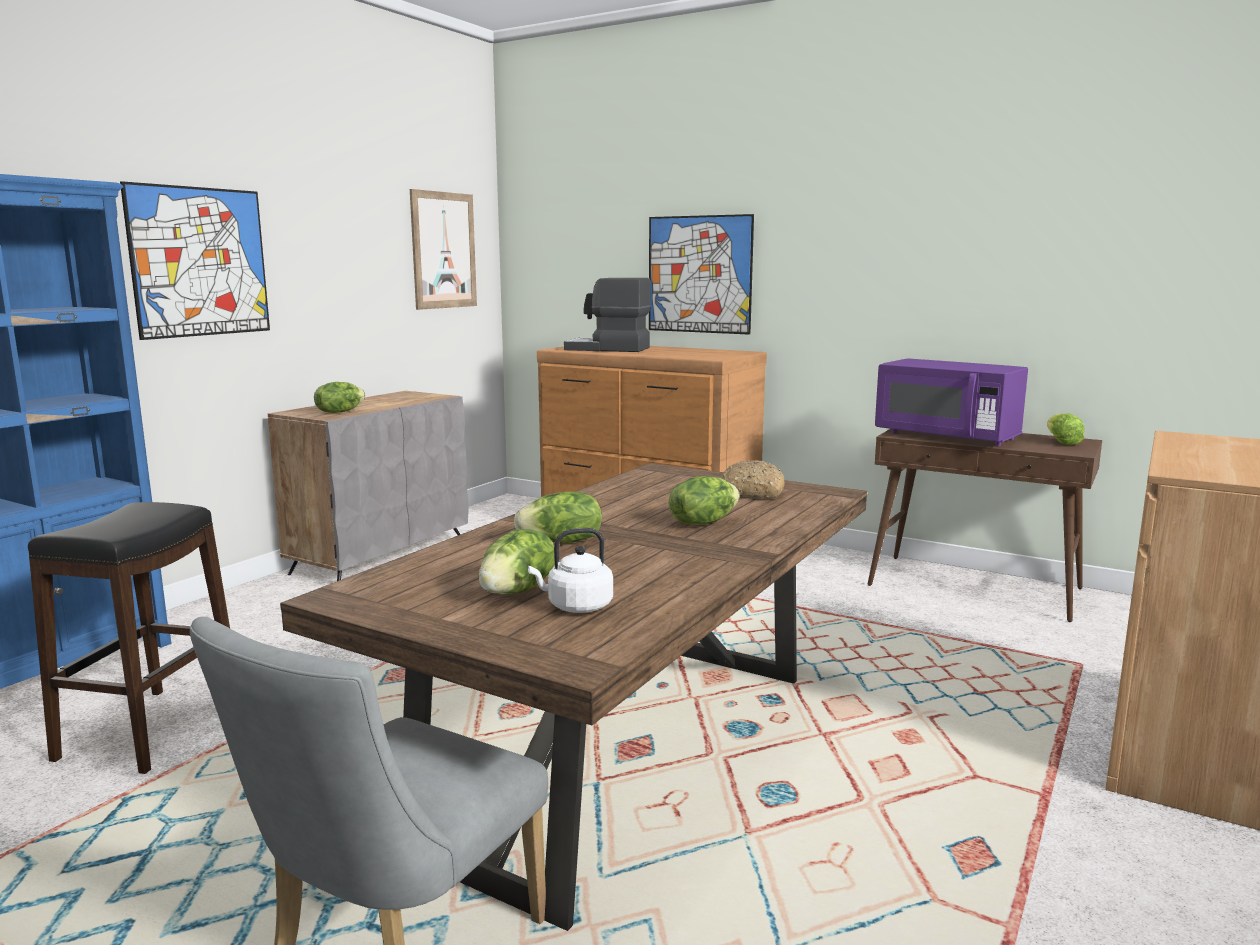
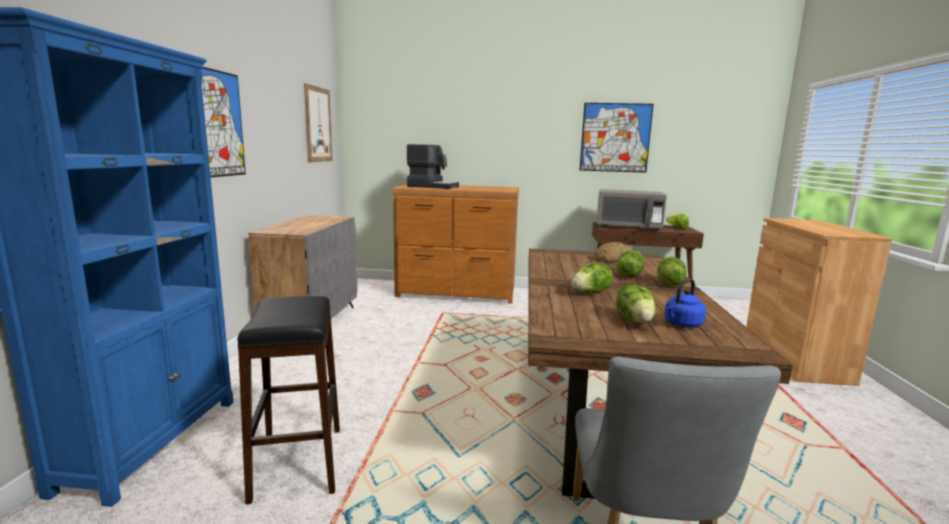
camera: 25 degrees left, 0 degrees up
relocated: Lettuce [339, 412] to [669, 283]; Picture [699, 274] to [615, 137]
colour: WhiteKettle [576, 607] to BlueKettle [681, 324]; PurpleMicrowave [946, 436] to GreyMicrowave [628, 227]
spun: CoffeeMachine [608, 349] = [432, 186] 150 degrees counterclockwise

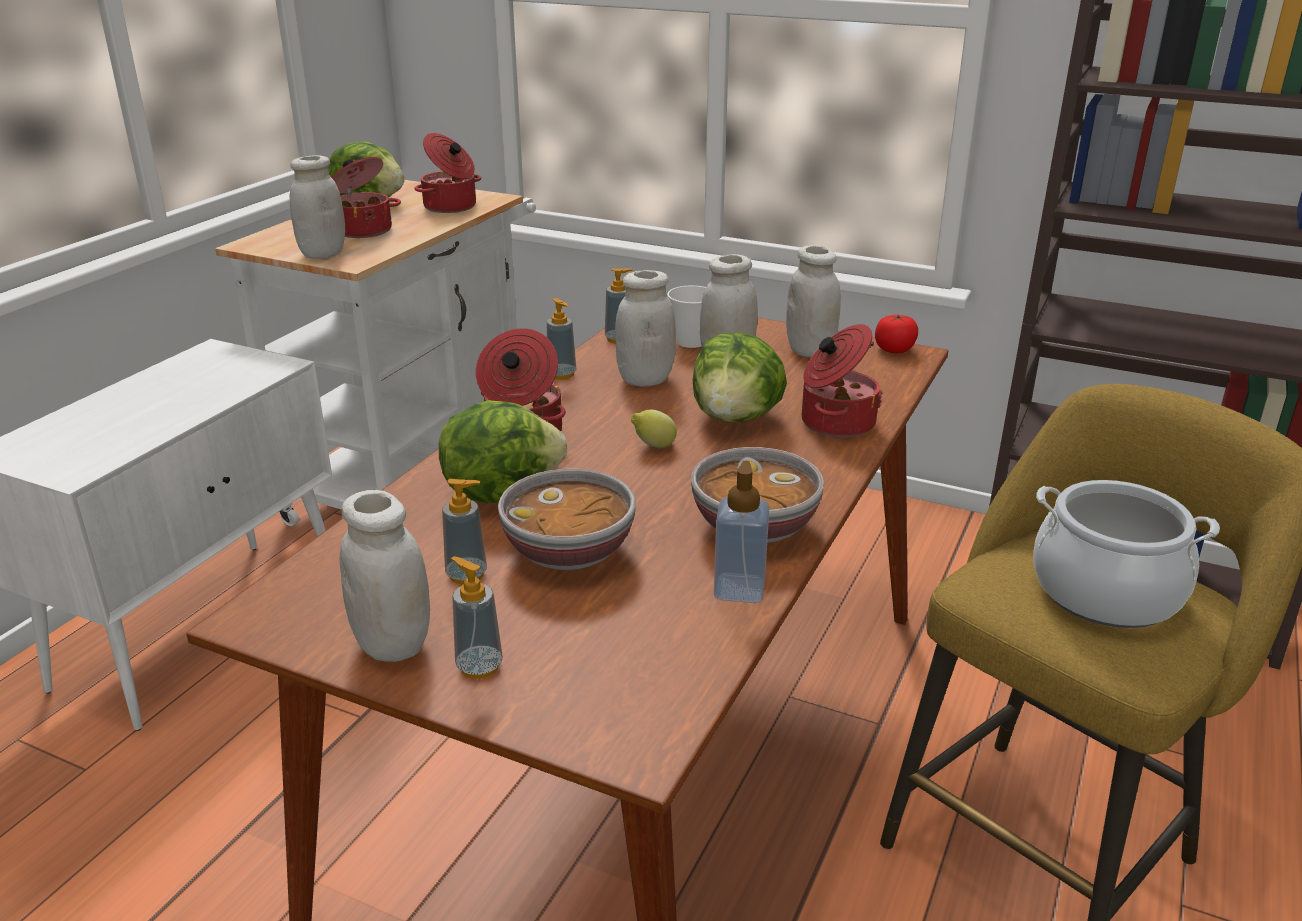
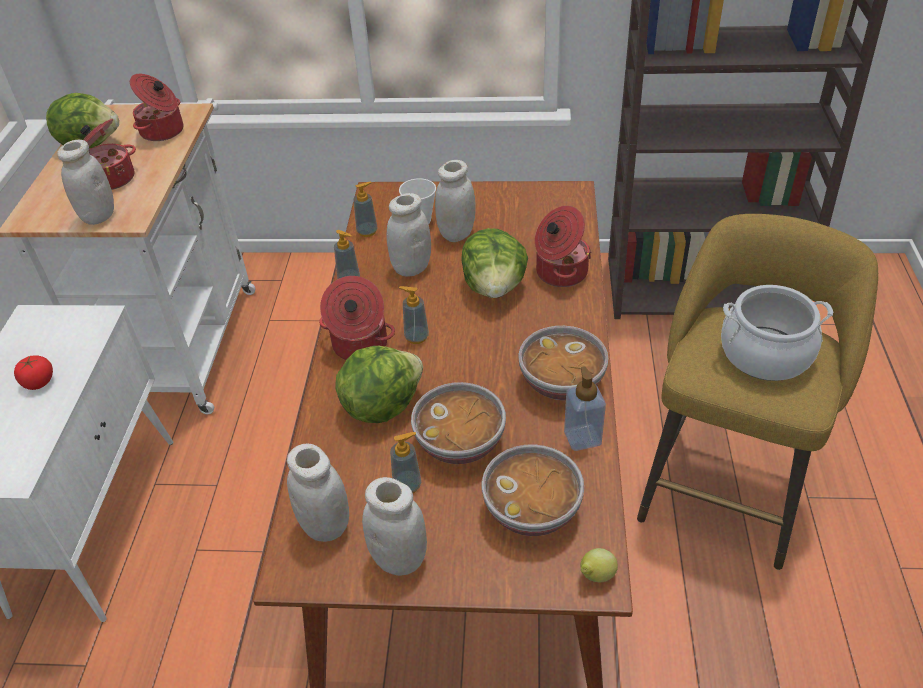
camera: 20 degrees left, 15 degrees up
appeared: Bowl [533, 509]
relocated: SoapDispenser [479, 666] to [416, 337]; Lemon [653, 446] to [596, 576]; WhiteJar [810, 351] to [325, 525]; Tomato [894, 350] to [39, 382]

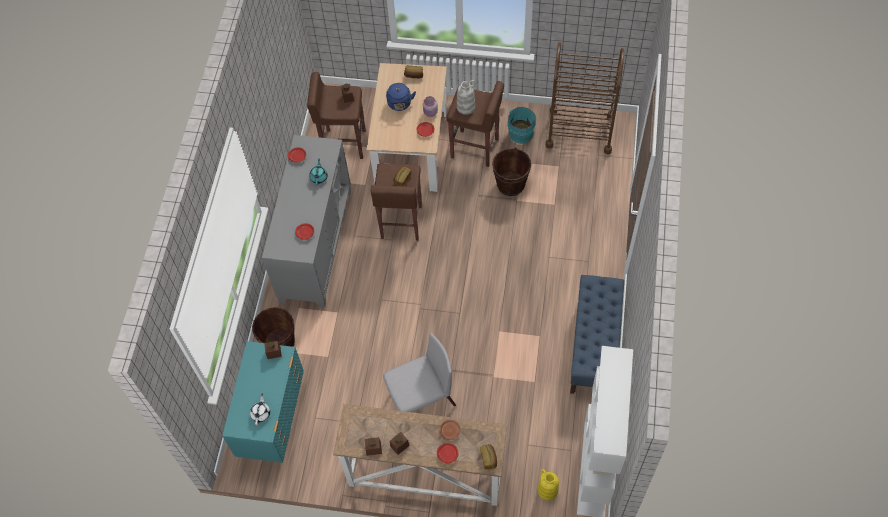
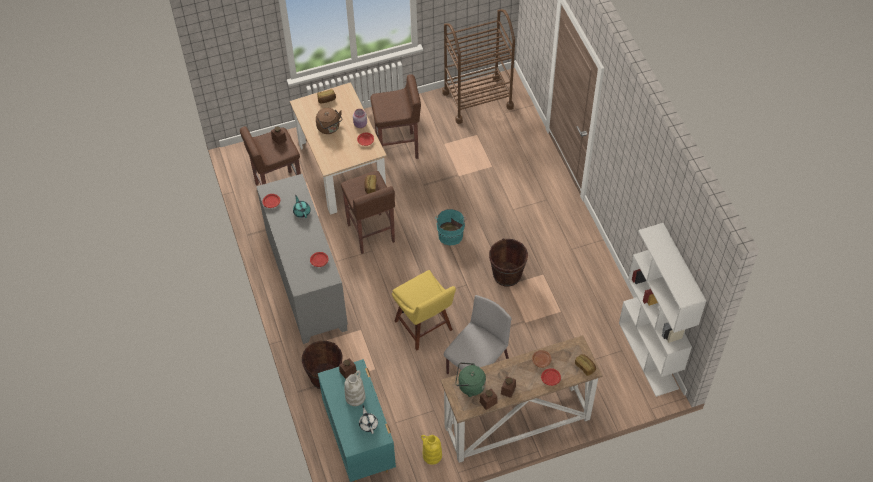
camera: 30 degrees left, 5 degrees down
missing: BlueBench [594, 347]
appeared: YellowChair [425, 327]; GreenKettle [469, 386]
relocated: WhiteVase [466, 107] to [355, 397]; BrownBucket [511, 184] to [507, 274]; TurquoiseBucket [521, 132] to [450, 234]; YellowVase [547, 490] to [431, 456]
colour: BlueKettle [400, 104] to BrownKettle [329, 128]

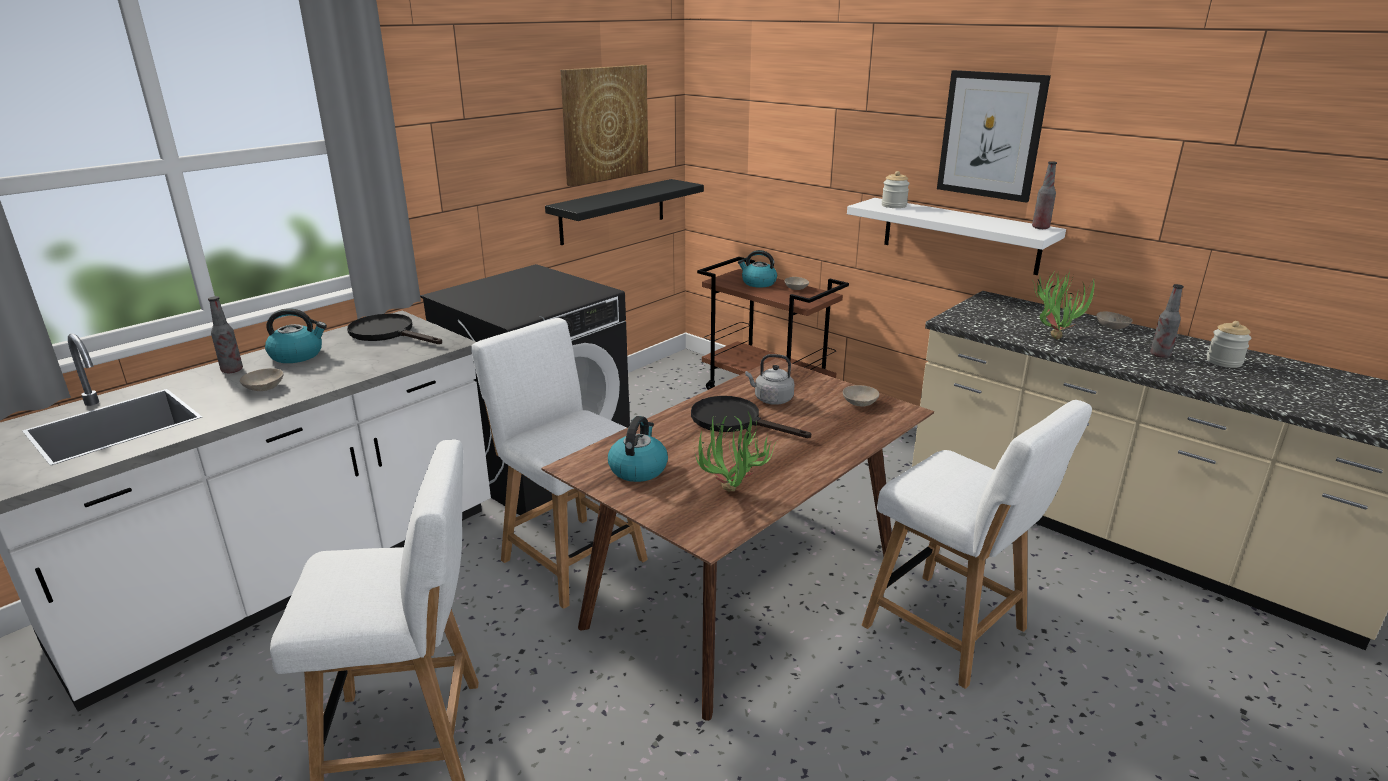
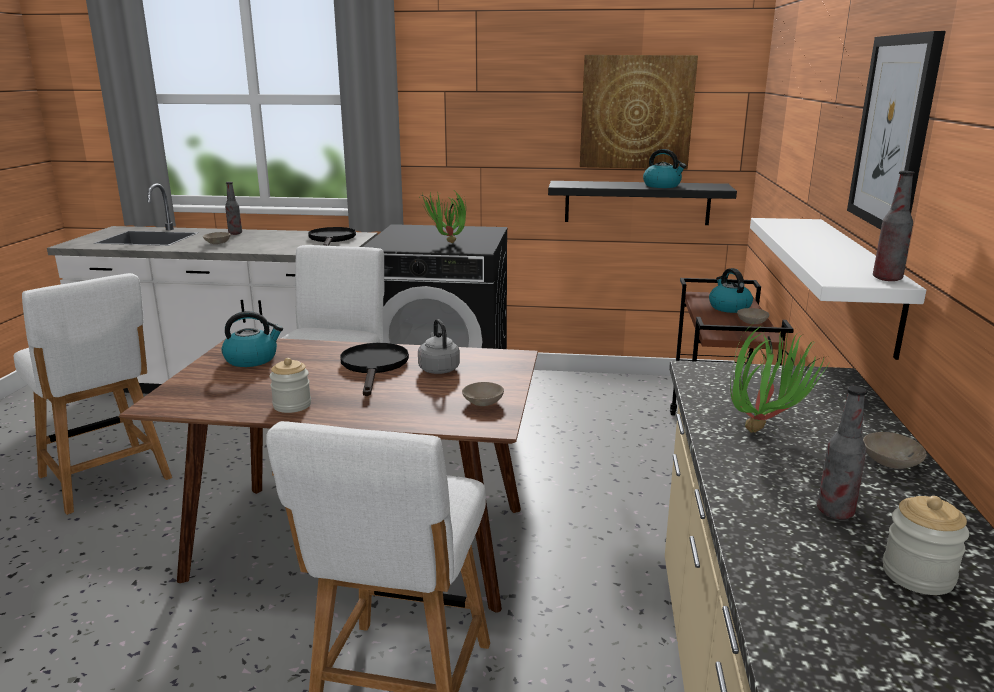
camera: 55 degrees right, 5 degrees down
relocated: Kettle [297, 355] to [662, 186]; PottedPlant [732, 496] to [447, 244]; Jar [894, 205] to [292, 405]

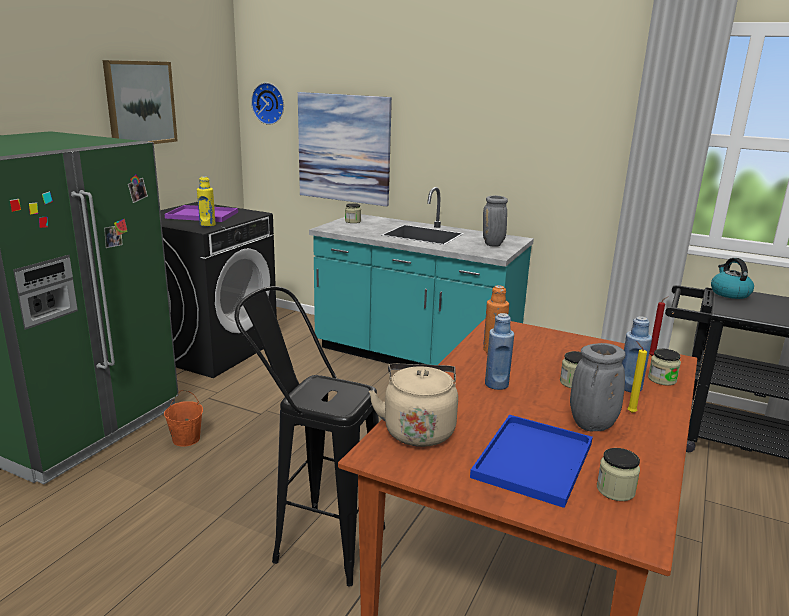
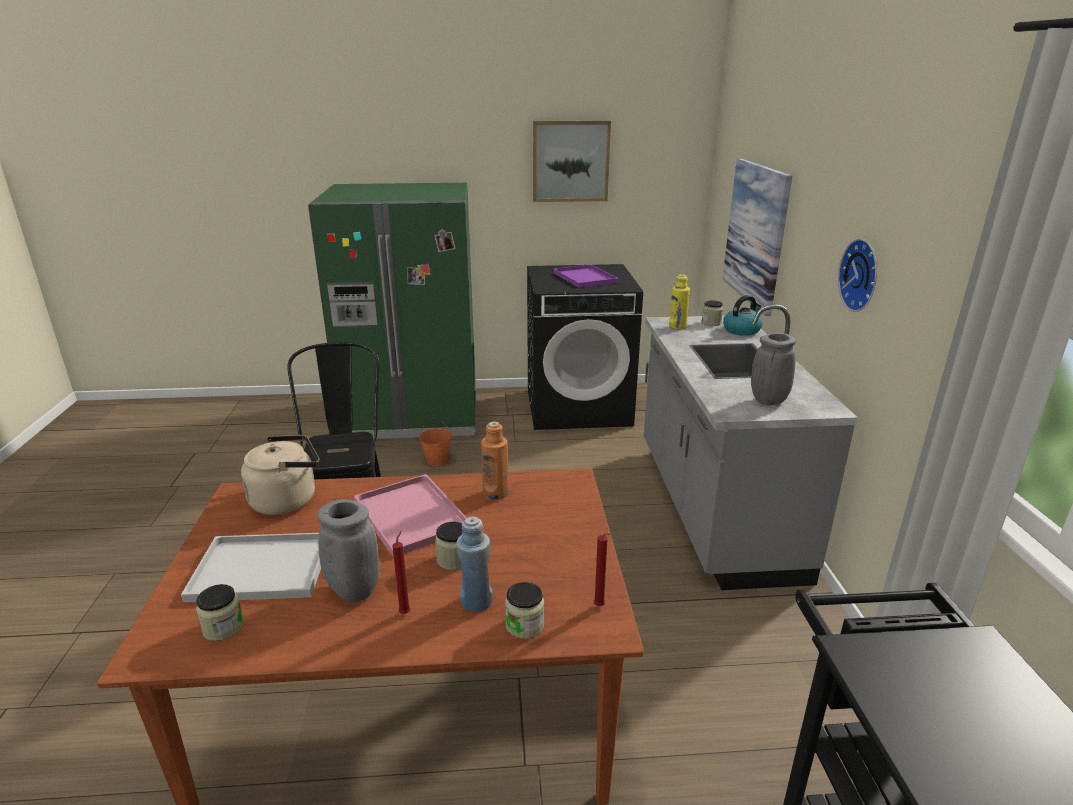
camera: 60 degrees right, 5 degrees up
relocated: YellowBottle [207, 225] to [677, 327]; WallClock [269, 103] to [862, 275]; Kettle [729, 293] to [742, 330]
exchanged: BlueBottle [496, 384] to PinkTray [409, 514]
colour: TurquoiseCounter [415, 358] to GreyCounter [713, 508]; BlueTray [534, 462] to WhiteTray [258, 569]; YellowCandle [630, 412] to RedCandle [406, 612]

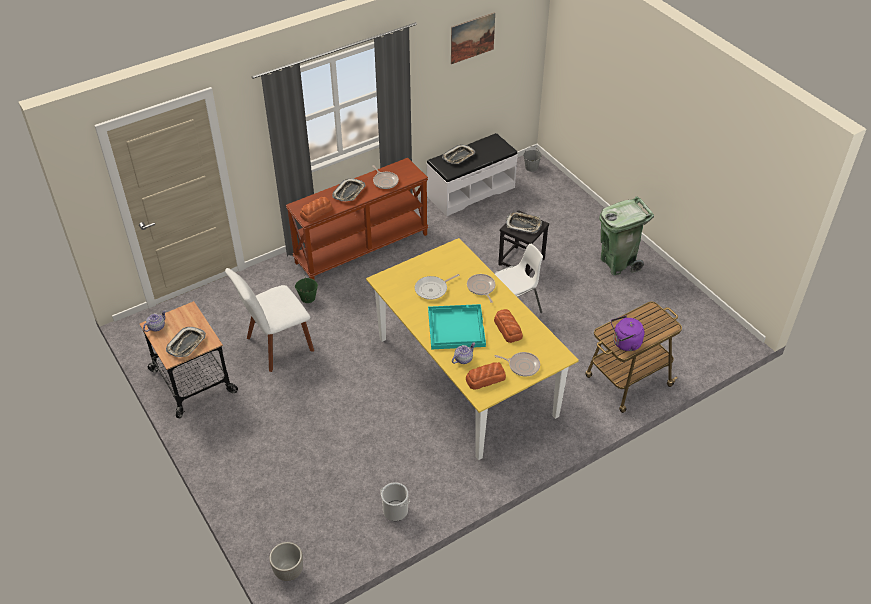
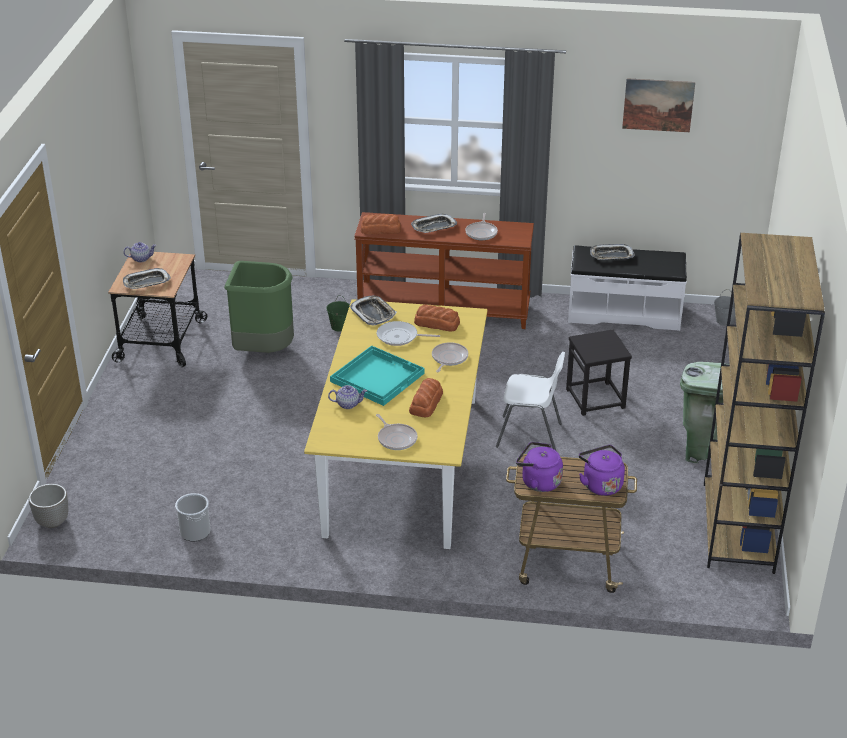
camera: 40 degrees right, 10 degrees down
appeared: PurpleKettle [600, 484]; BrownBookcase [738, 528]
relocated: Bread [485, 378] to [436, 323]; Tray [523, 224] to [373, 313]
exchanged: WhiteChair [276, 346] to GreenTrashCan [263, 350]

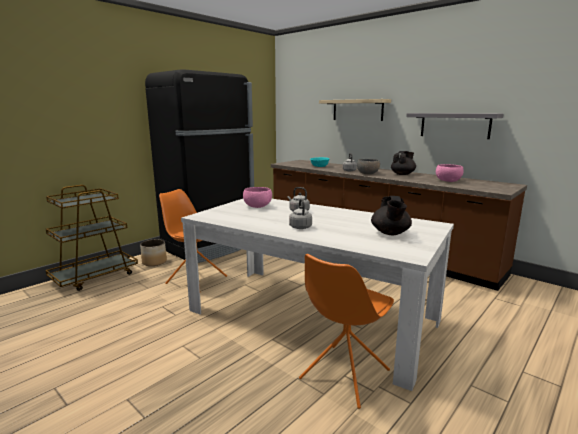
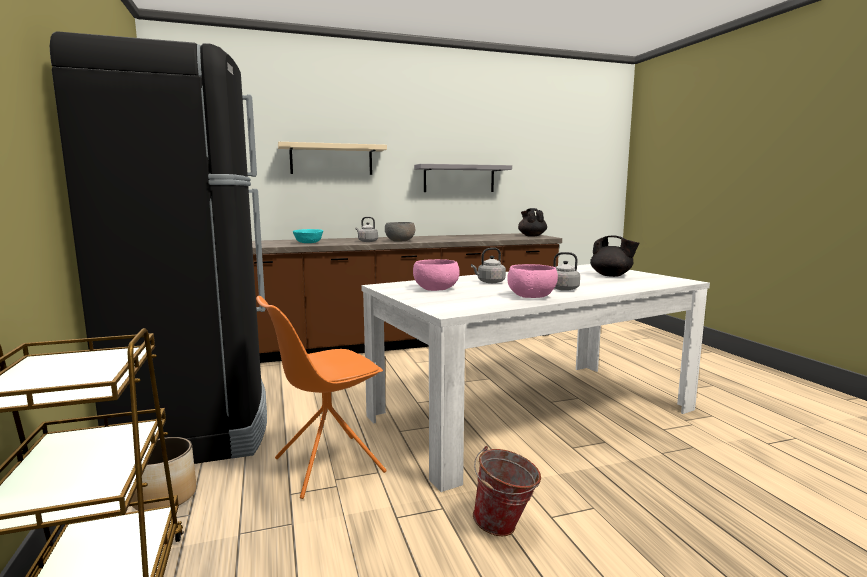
camera: 60 degrees left, 5 degrees down
missing: OrangeChair [343, 375]
appeared: Bucket [505, 527]
relocated: BlackTeapot [403, 174] to [531, 236]; PinkBowl [448, 181] to [531, 296]

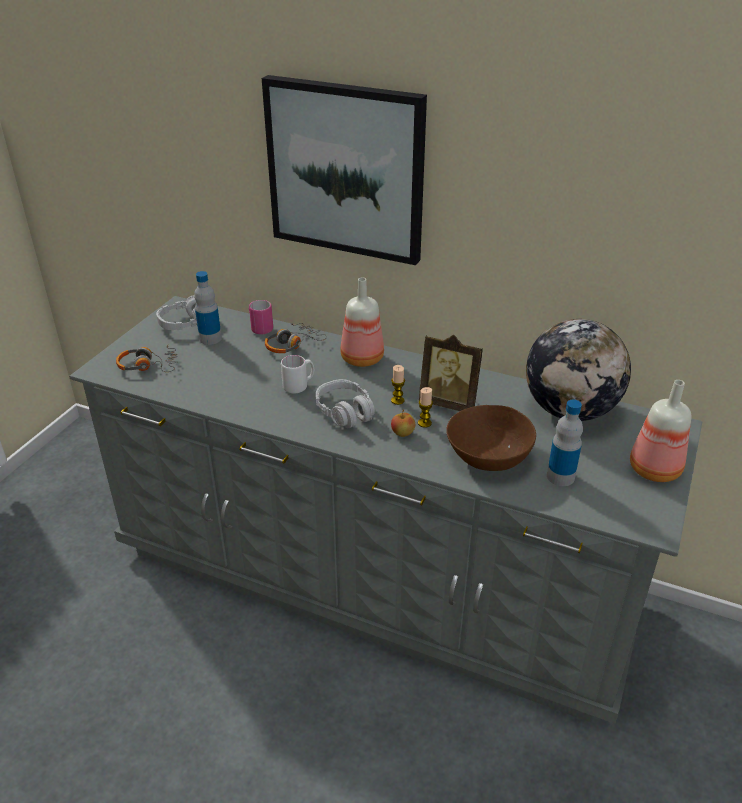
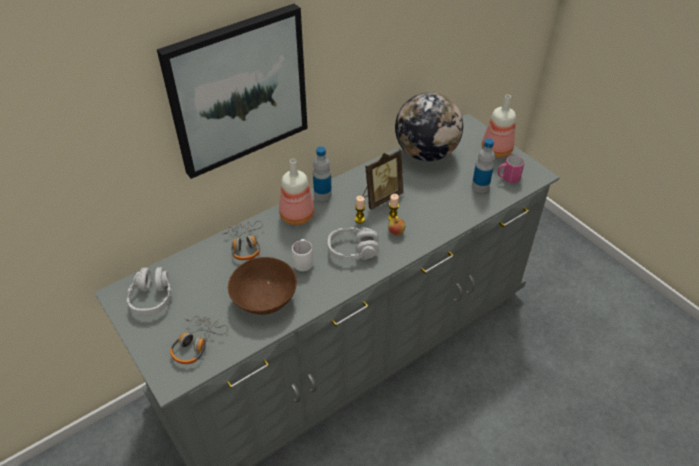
camera: 60 degrees left, 10 degrees up
relocated: Bottle [210, 338] to [322, 195]; PinkMug [260, 328] to [507, 178]; BrownBowl [488, 457] to [265, 299]

